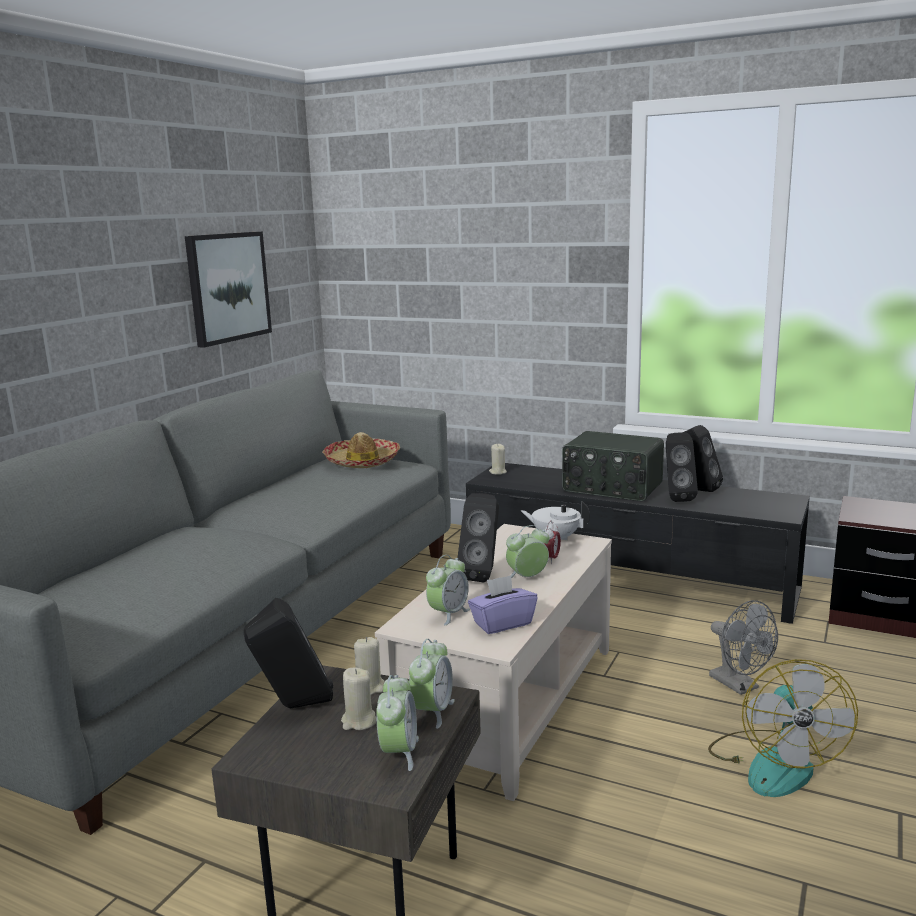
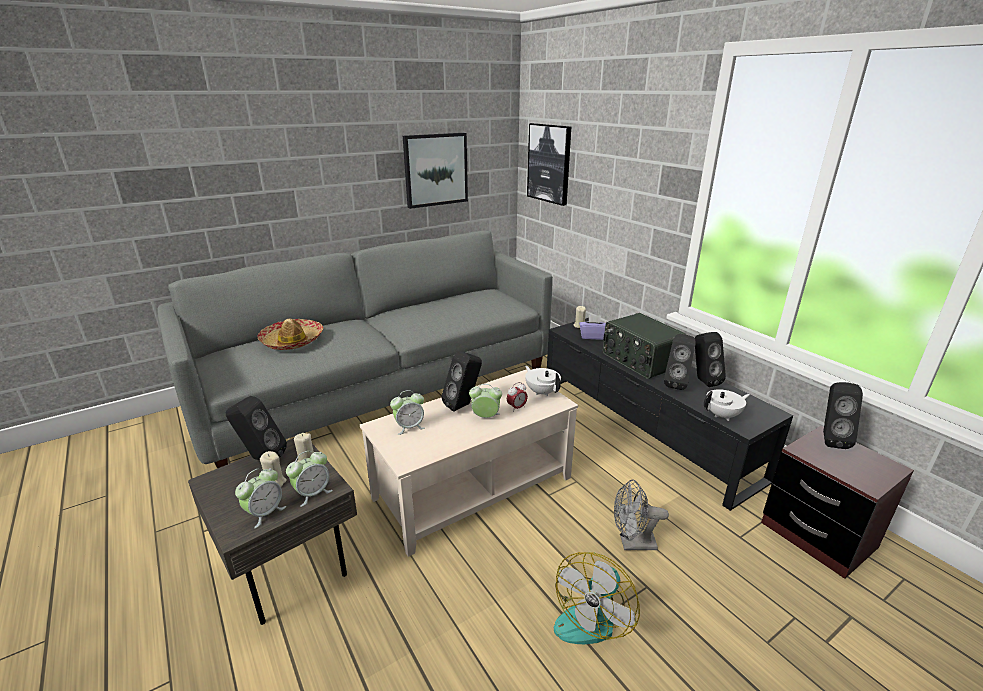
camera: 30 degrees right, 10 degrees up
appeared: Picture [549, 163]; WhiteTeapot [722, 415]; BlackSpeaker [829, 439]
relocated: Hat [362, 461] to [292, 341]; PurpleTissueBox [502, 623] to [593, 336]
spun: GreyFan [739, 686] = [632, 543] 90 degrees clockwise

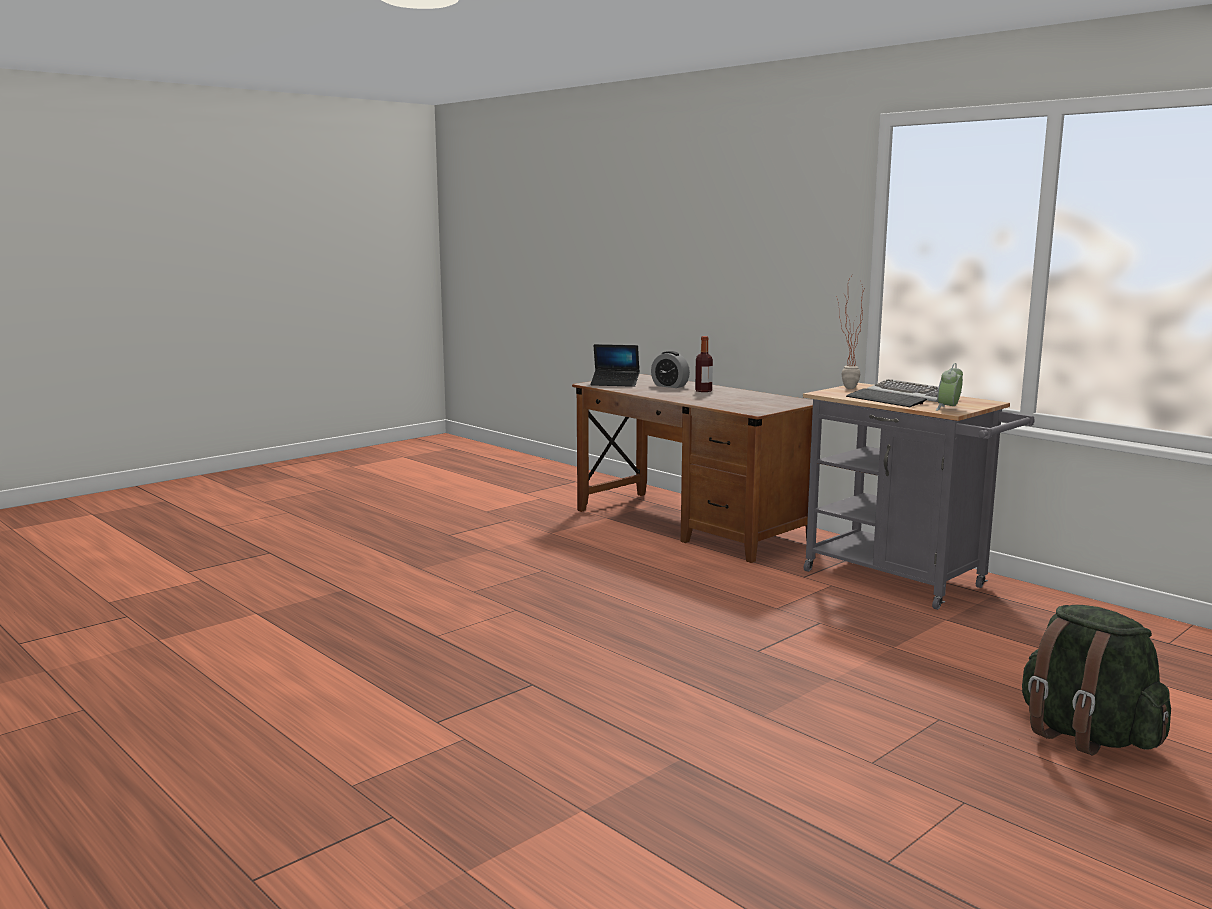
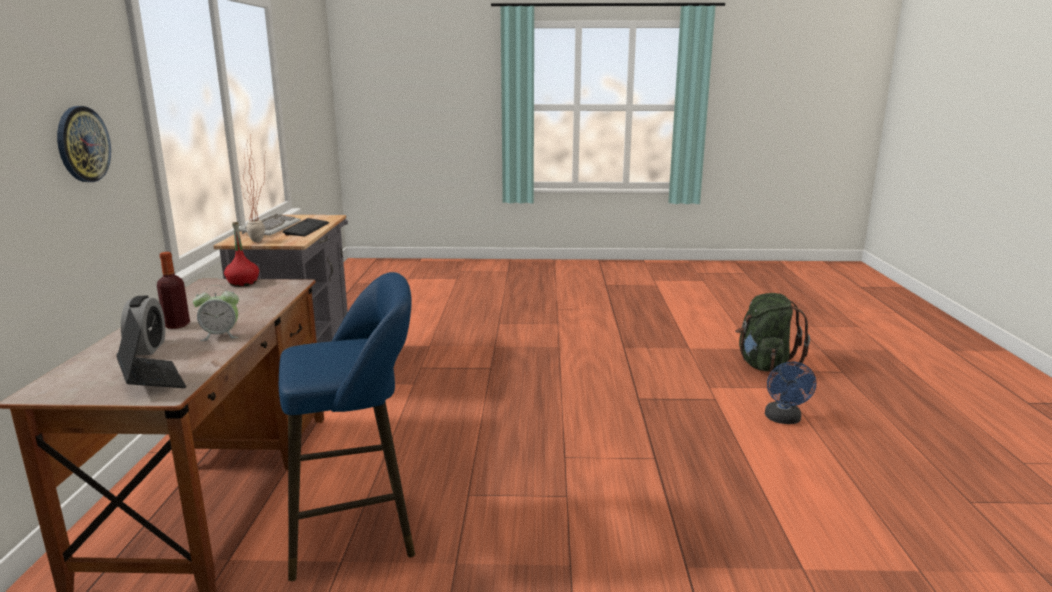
camera: 135 degrees left, 5 degrees up
appeared: WallClock [82, 144]; RedBottle [243, 283]; BlueStool [358, 529]; BlueFan [784, 420]
relocated: AlarmClock [948, 409] to [220, 335]; GreenBackpack [1086, 735] to [764, 365]

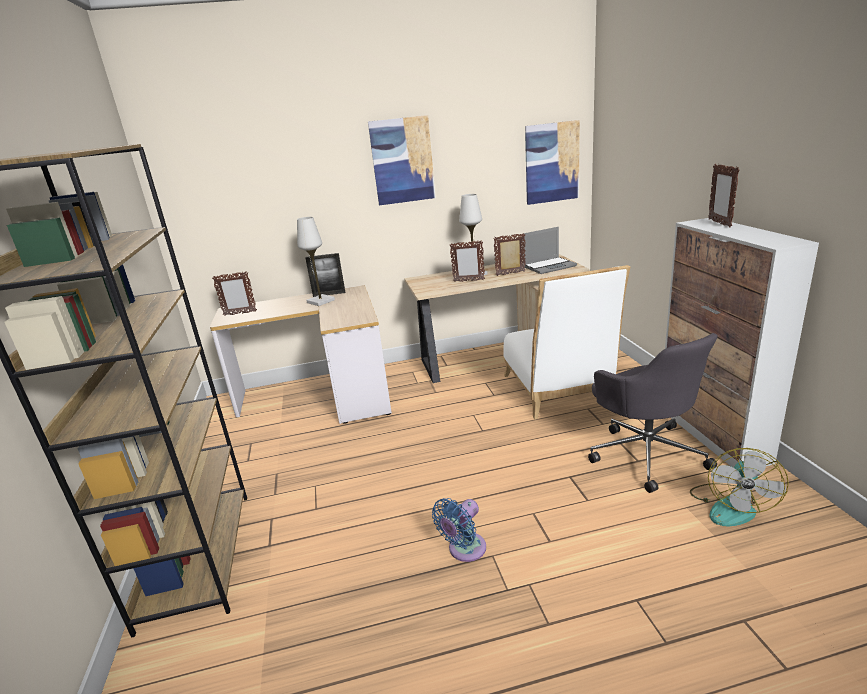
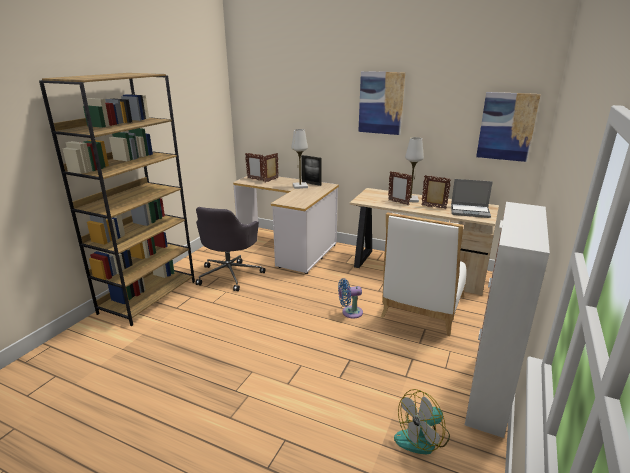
camera: 35 degrees right, 0 degrees up
relocated: BlueFan [464, 550] to [350, 312]; GreyOfficeChair [646, 453] to [230, 274]; PictureFrame [719, 223] to [271, 180]

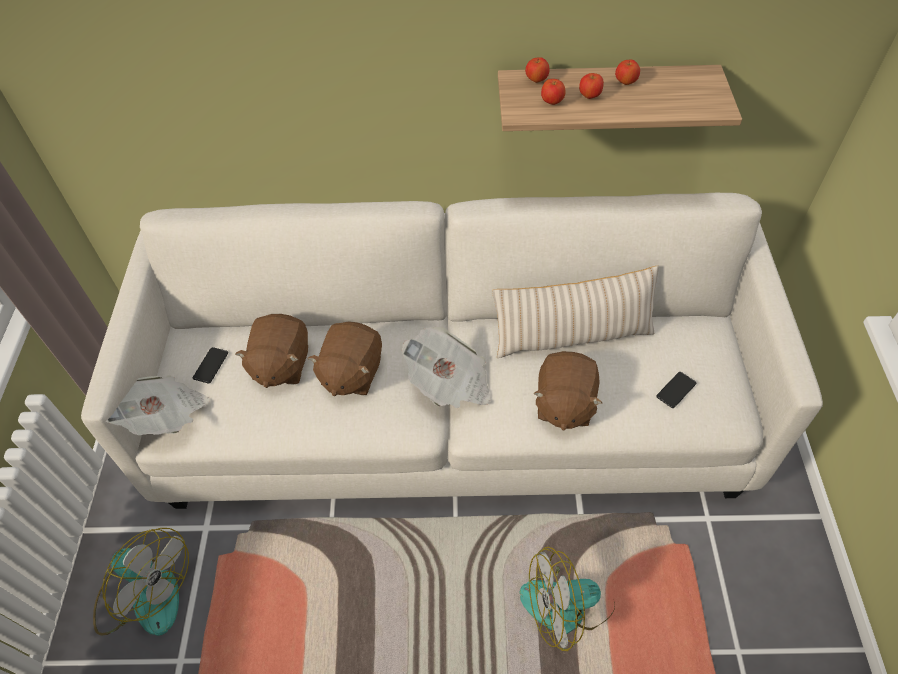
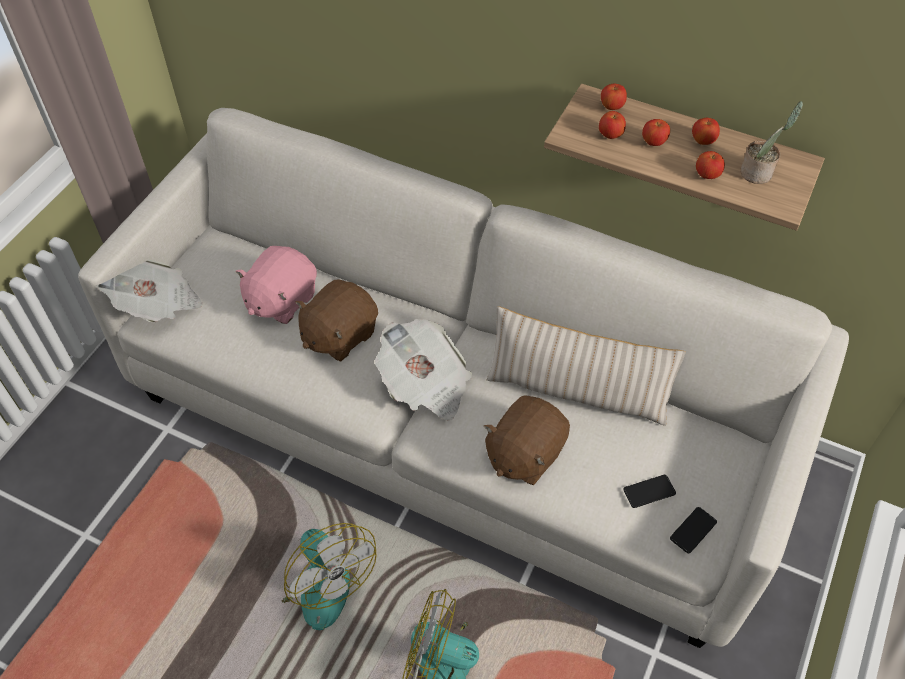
camera: 25 degrees right, 0 degrees up
appeared: Apple [707, 175]; PottedPlant [759, 173]
relocated: Fan [145, 593] to [316, 581]; Phone [211, 365] to [693, 530]
colour: BrownPlushToy [280, 364] to PinkPlushToy [281, 300]

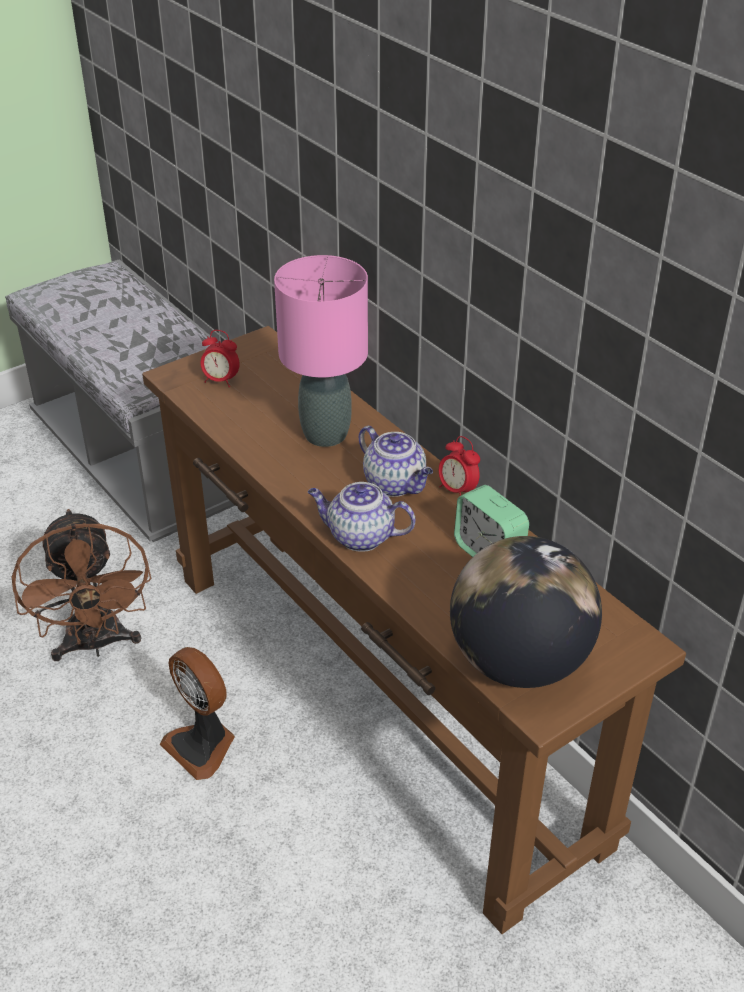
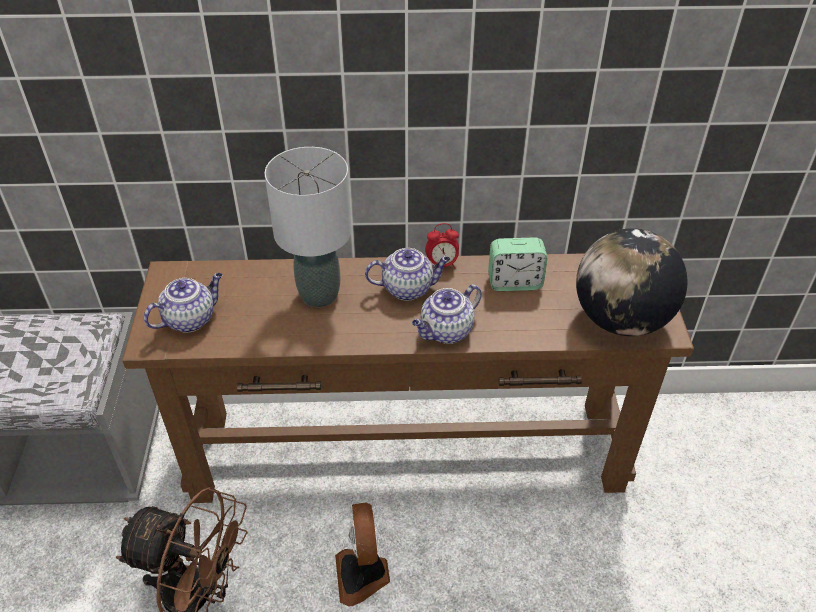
camera: 55 degrees left, 5 degrees up
exchanged: AlarmClock [221, 381] to Teapot [190, 319]
colour: PinkTableLamp [326, 435] to GreyTableLamp [320, 295]
spun: Fan [202, 745] = [363, 575] 90 degrees clockwise

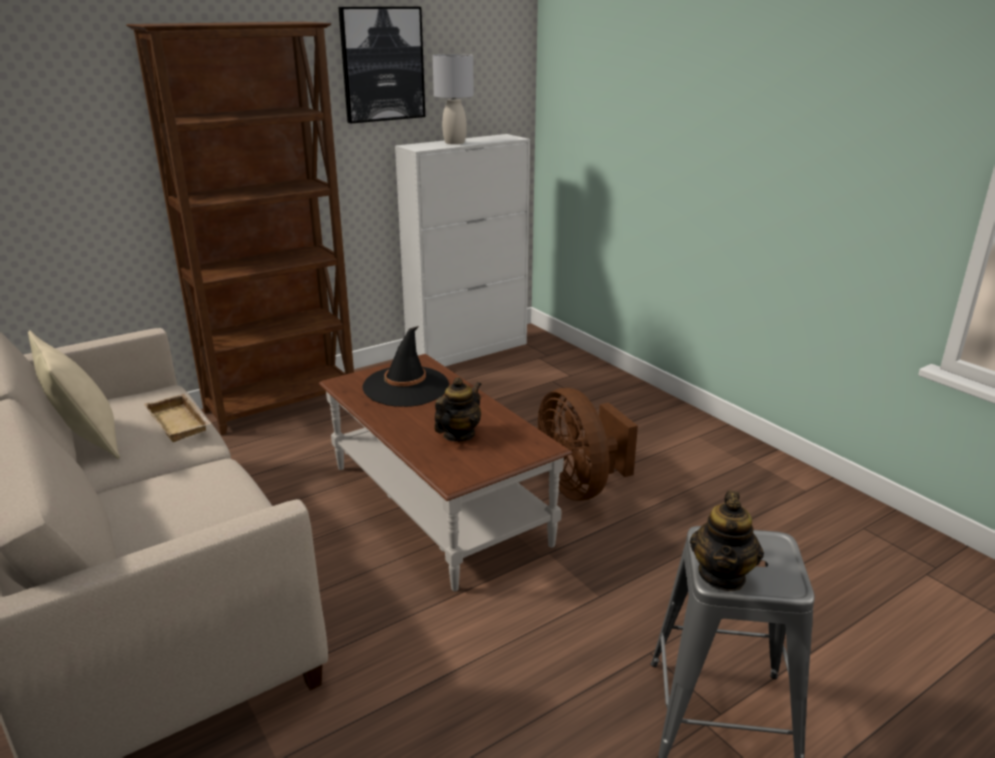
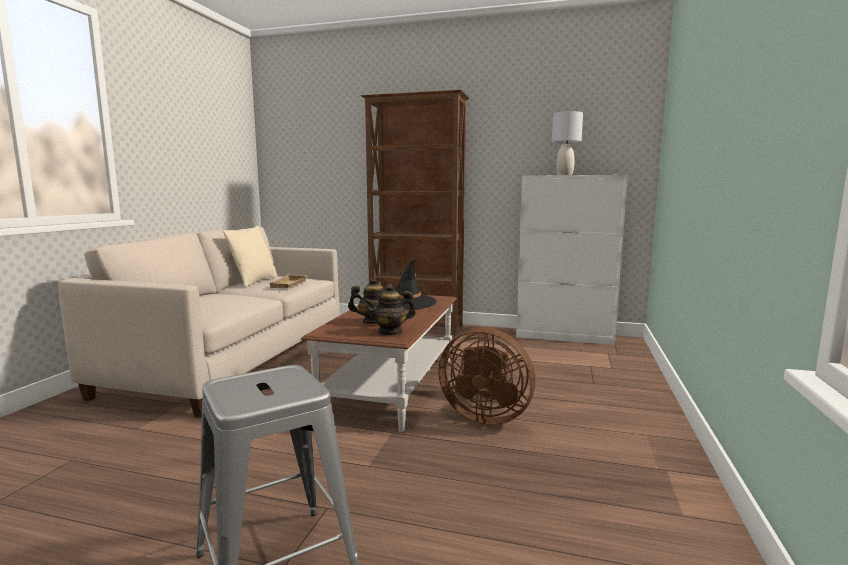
camera: 50 degrees right, 15 degrees down
missing: Picture [382, 64]
relocated: Teapot [722, 575] to [390, 332]
spun: BrownFan [580, 486] = [485, 416] 90 degrees counterclockwise

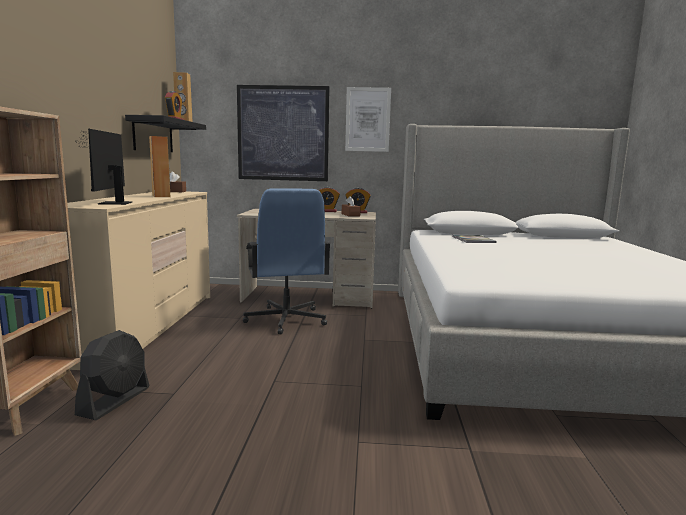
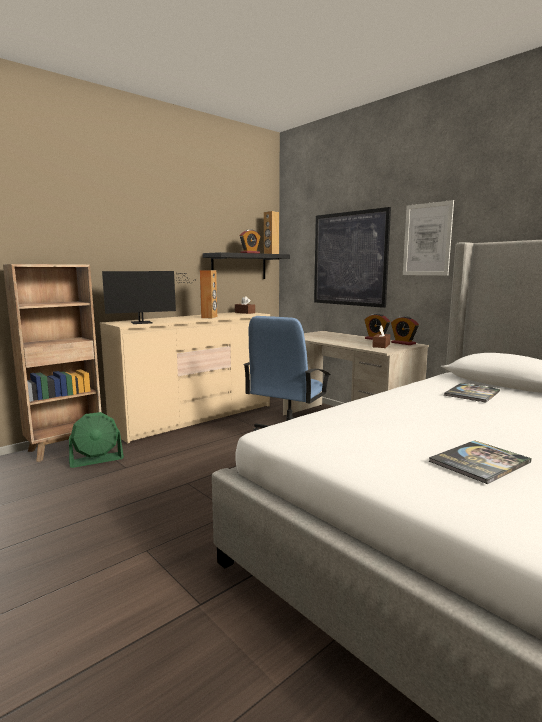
camera: 45 degrees right, 0 degrees up
appeared: Book [479, 462]
colour: BlackFan [115, 401] to GreenFan [97, 460]
spun: Monitor [112, 203] = [145, 322] 150 degrees counterclockwise

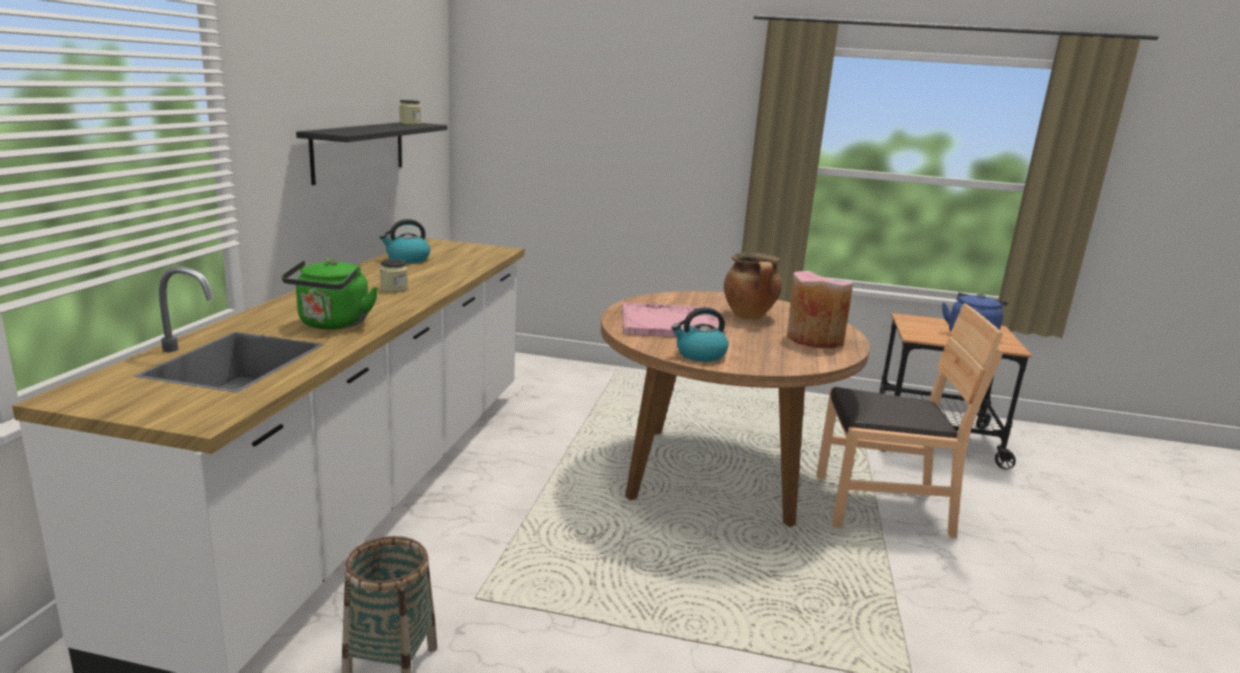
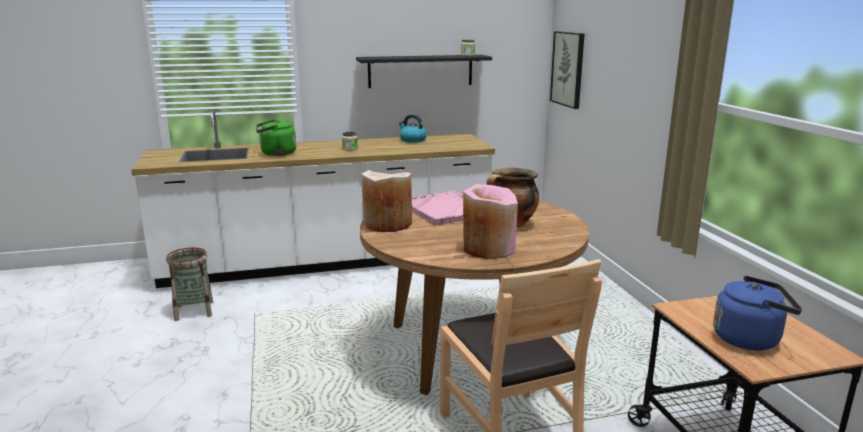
camera: 65 degrees right, 0 degrees up
appeared: Picture [568, 69]
exchanged: Kettle [700, 355] to BeigeVase [387, 224]

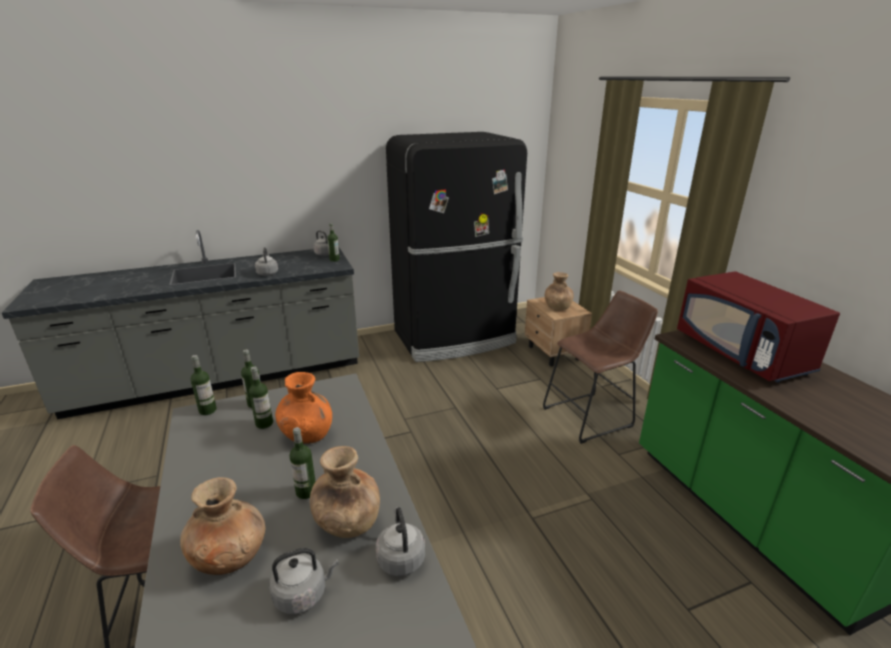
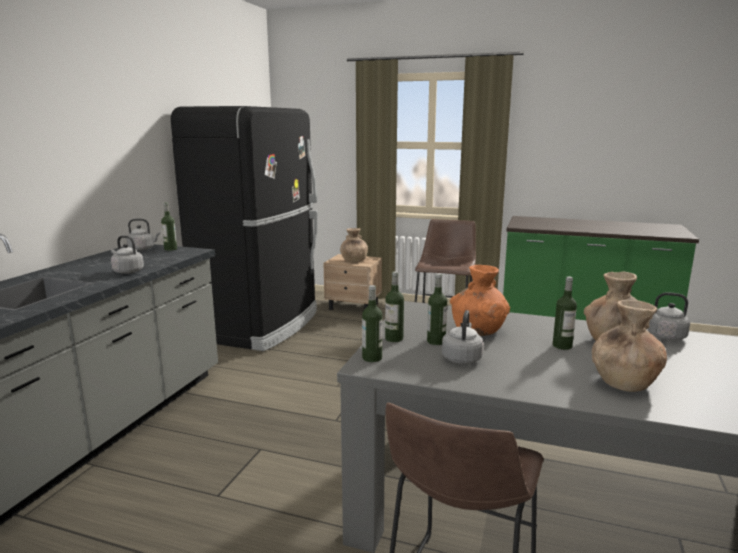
camera: 50 degrees left, 10 degrees down
missing: RedMicrowave [742, 354]
relocated: GreyKettle [303, 594] to [462, 358]

